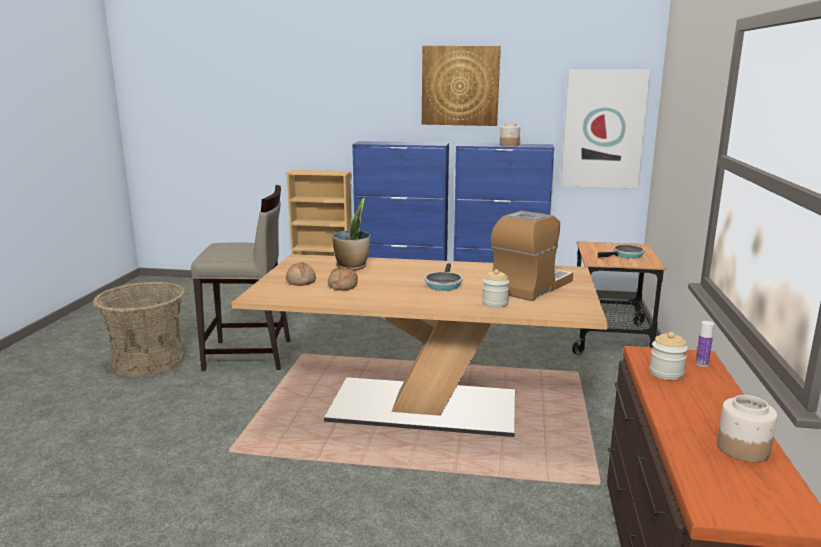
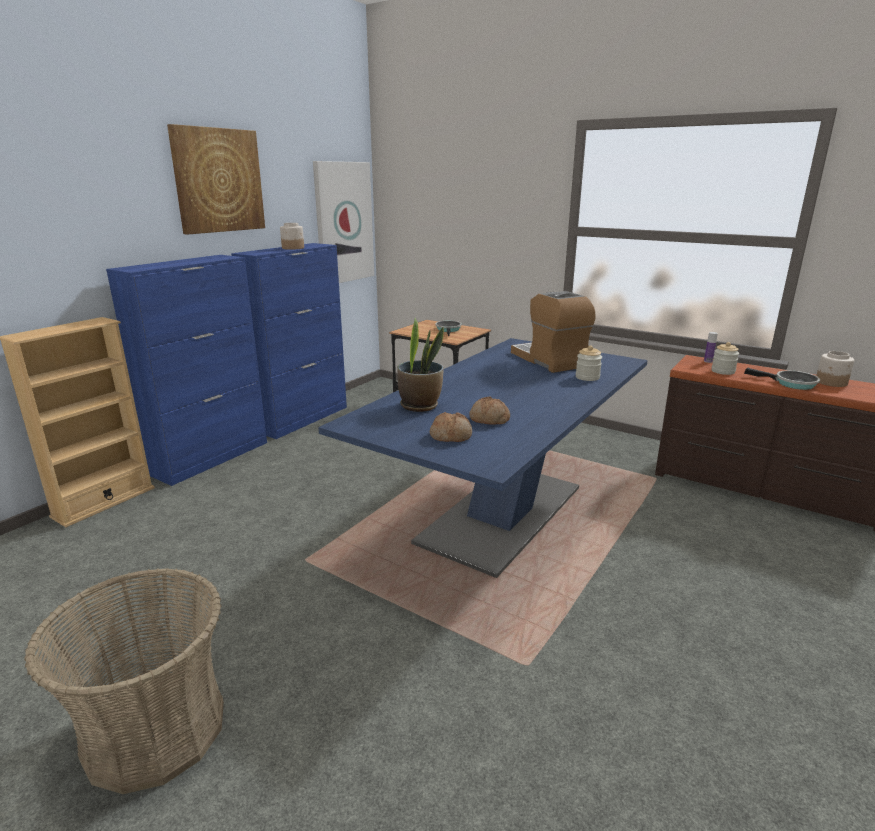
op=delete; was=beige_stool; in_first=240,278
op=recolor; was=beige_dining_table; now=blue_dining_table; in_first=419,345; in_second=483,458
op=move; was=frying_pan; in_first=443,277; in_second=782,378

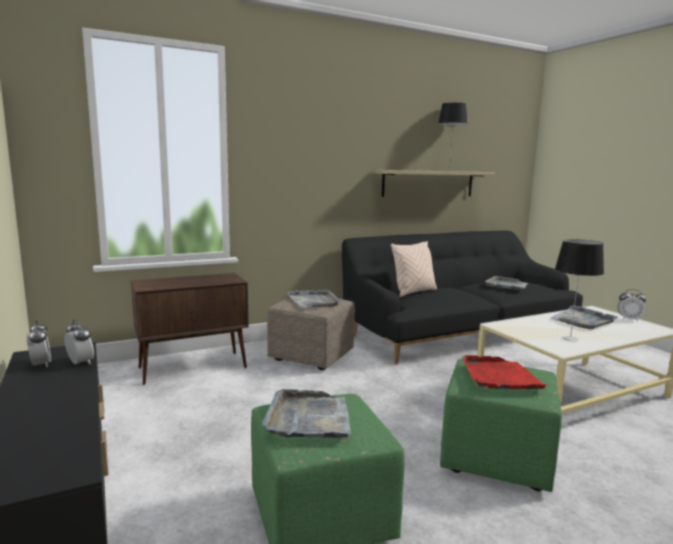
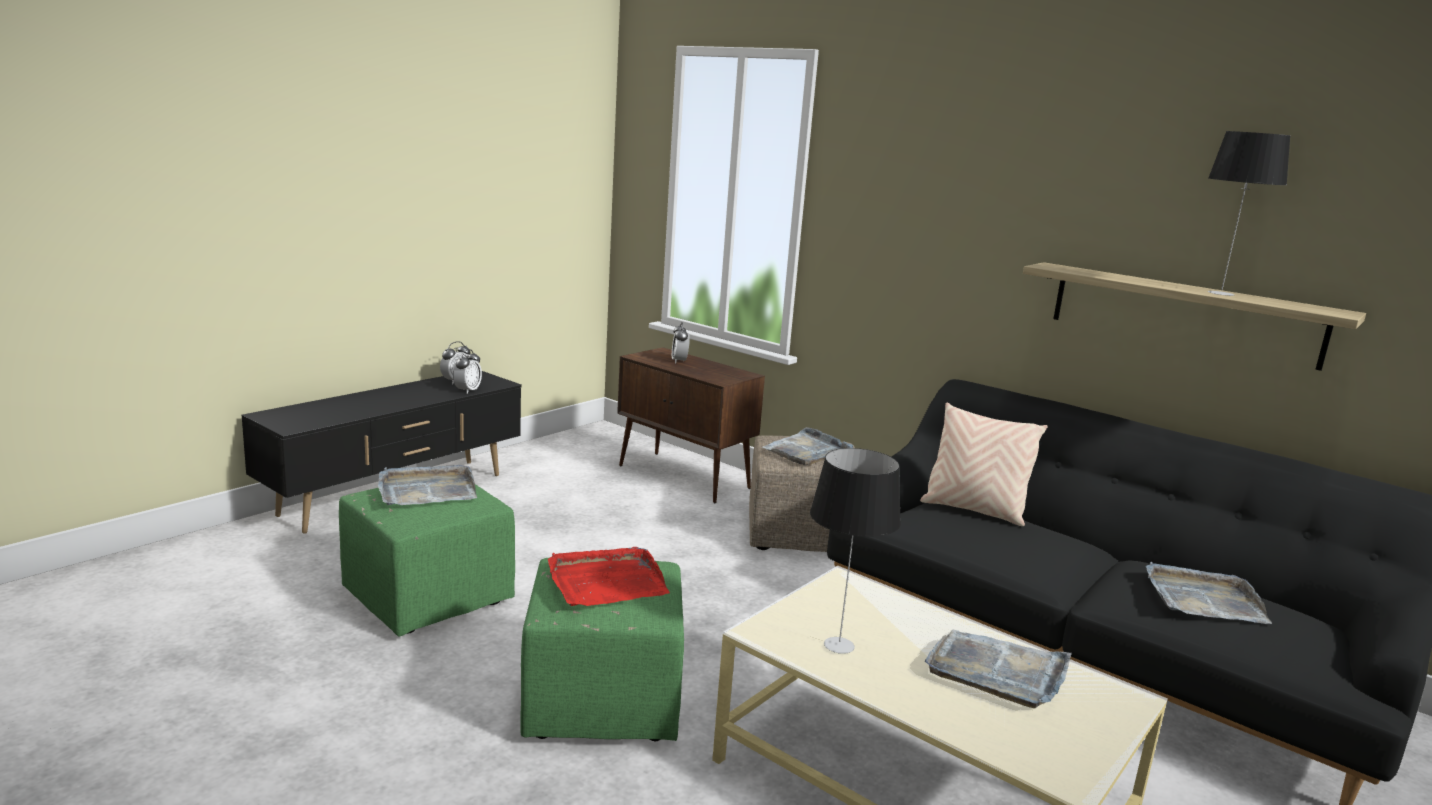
op=move; was=alarm_clock; in_first=631,305; in_second=681,342

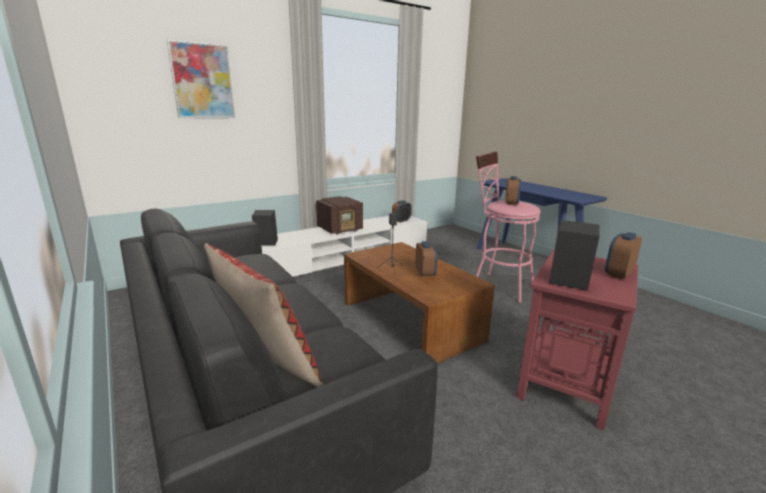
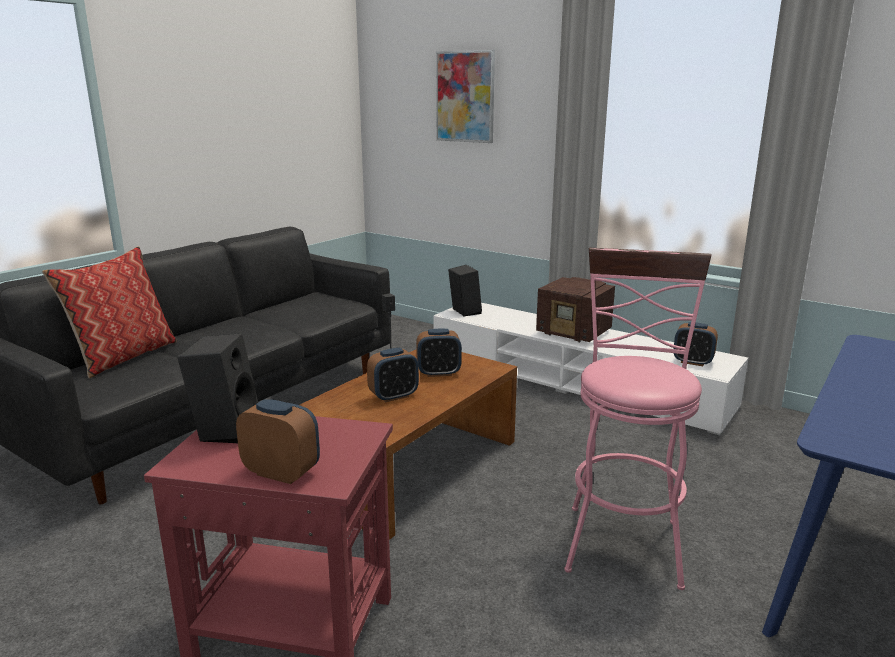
op=move; was=alarm_clock; in_first=513,190; in_second=439,353

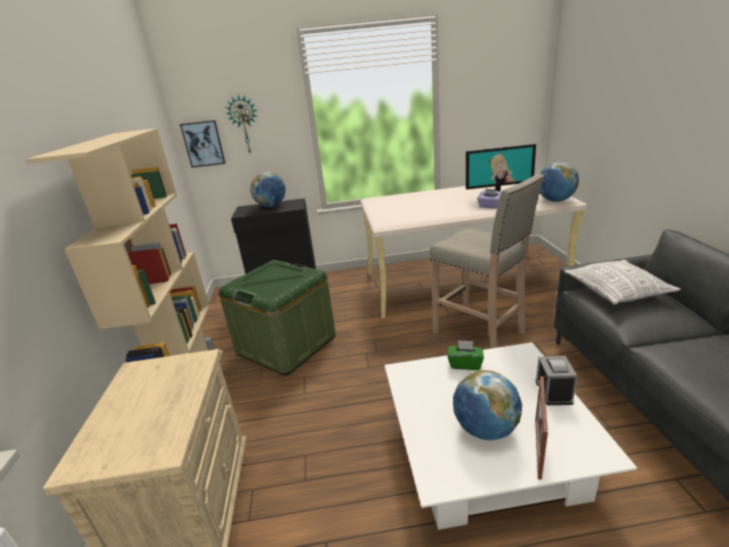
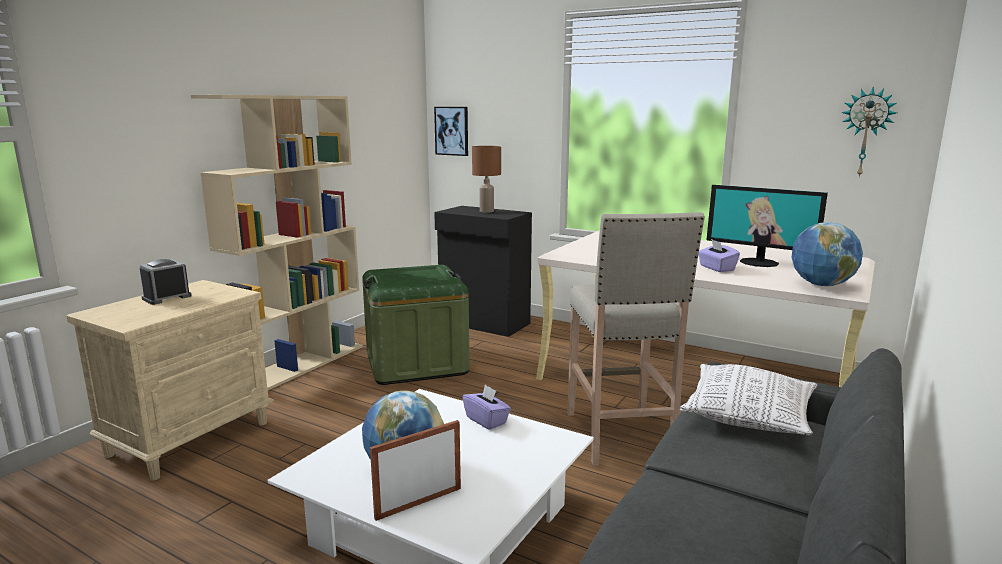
op=move; was=wall_clock; in_first=242,125; in_second=869,132
op=replace; was=globe; now=brown_table_lamp; in_first=268,189; in_second=486,179
op=recolor; was=green_tissue_box; now=purple_tissue_box; in_first=466,355; in_second=486,407
op=move; was=alarm_clock; in_first=556,380; in_second=166,282

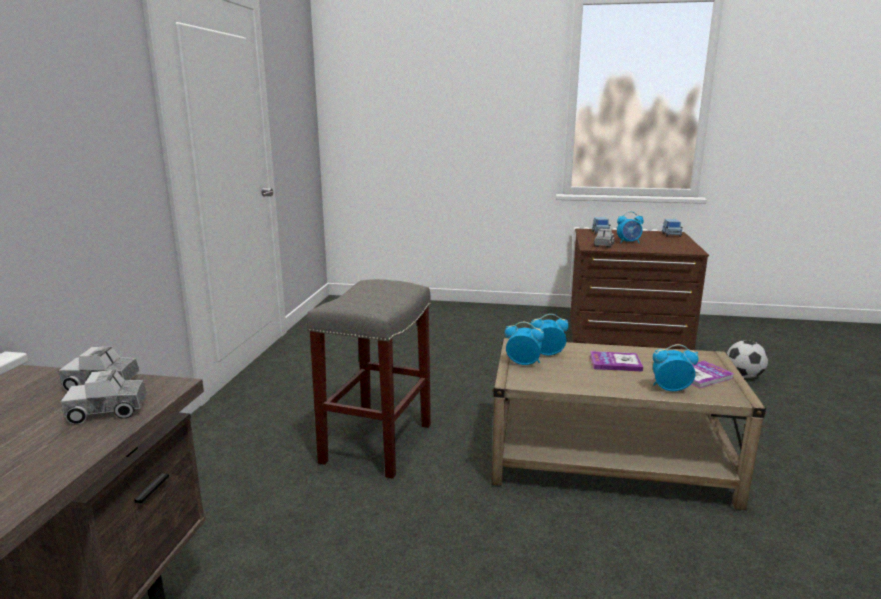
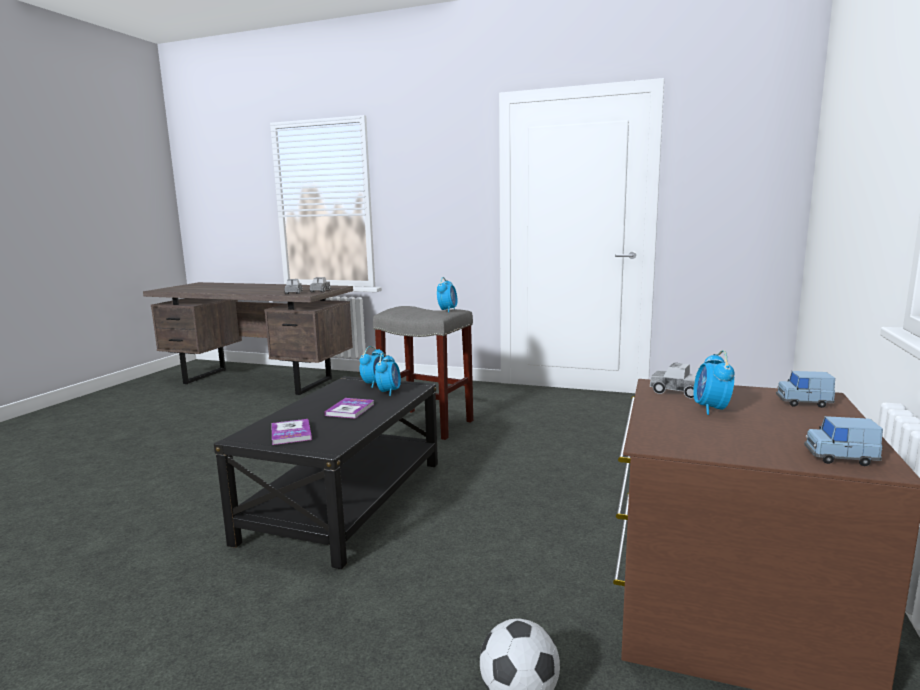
op=recolor; was=beige_coffee_table; now=black_coffee_table; in_first=629,424; in_second=326,472
op=move; was=alarm_clock; in_first=675,367; in_second=447,294

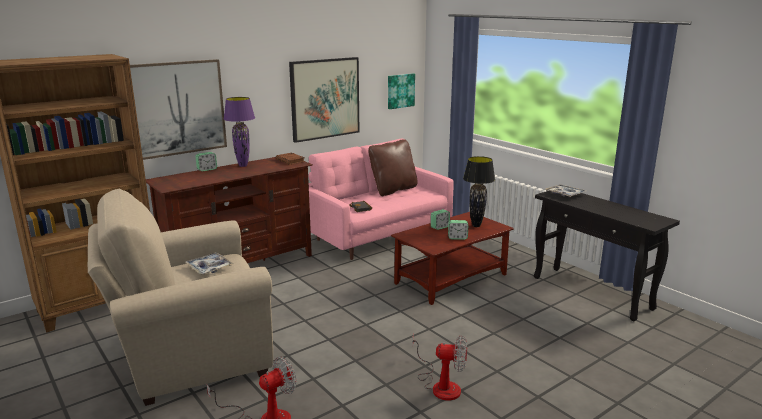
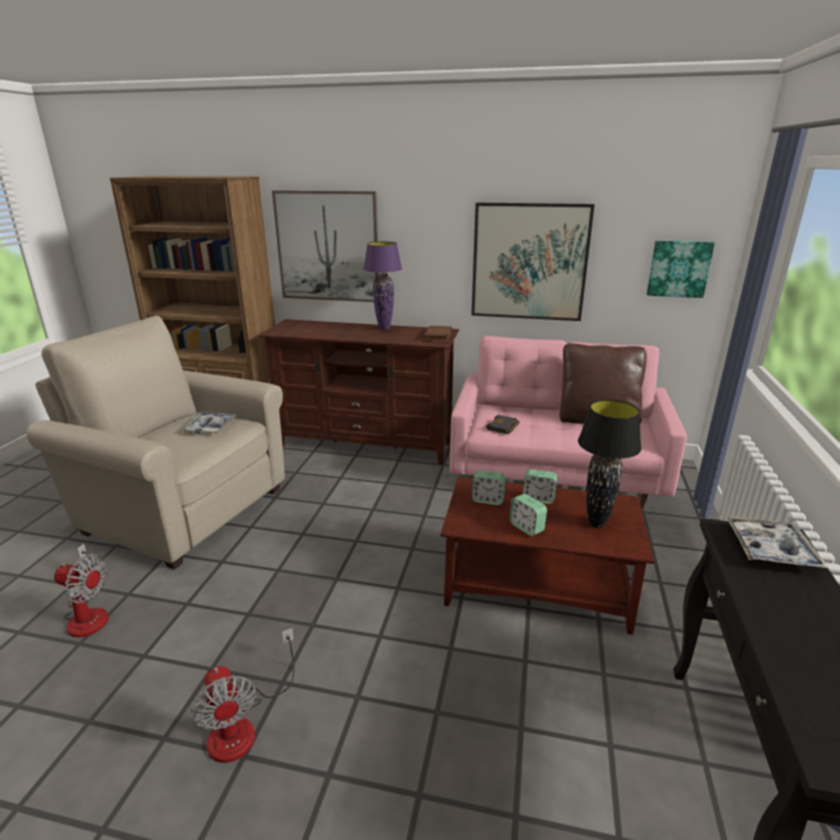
op=move; was=alarm_clock; in_first=206,161; in_second=489,488

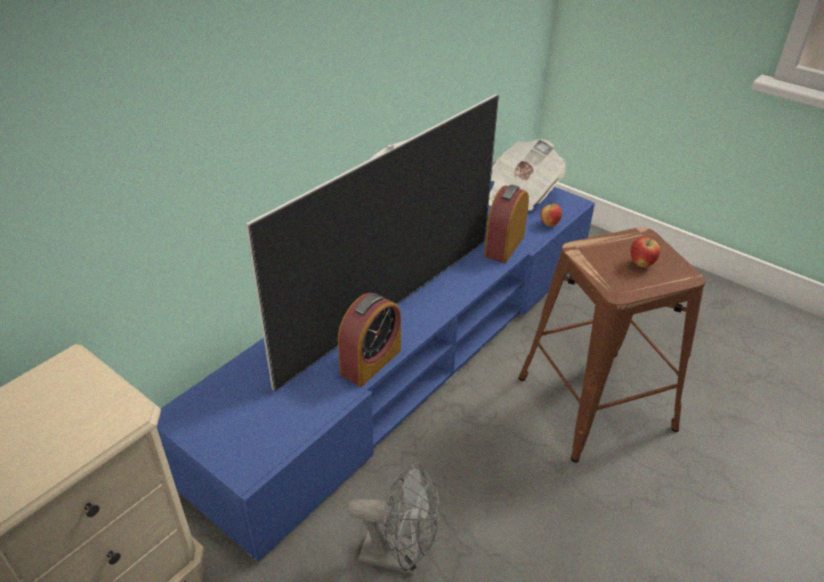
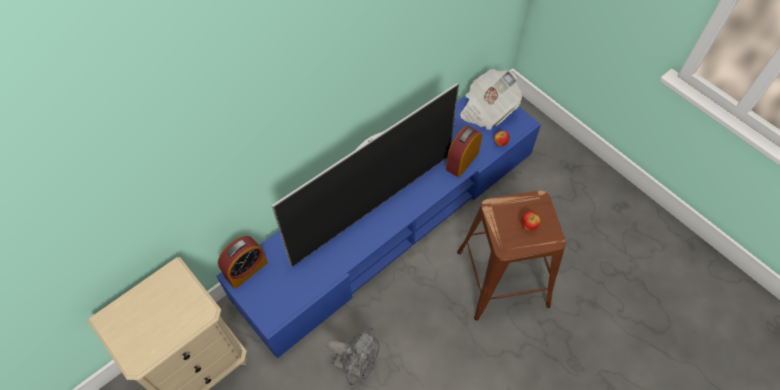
op=move; was=alarm_clock; in_first=369,340; in_second=243,262

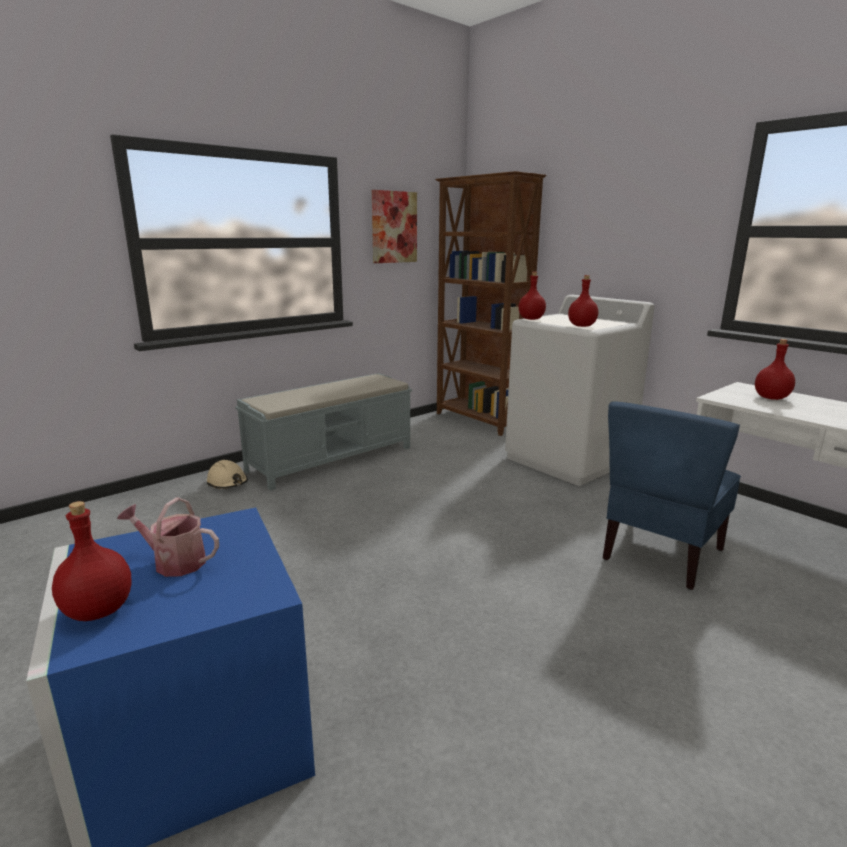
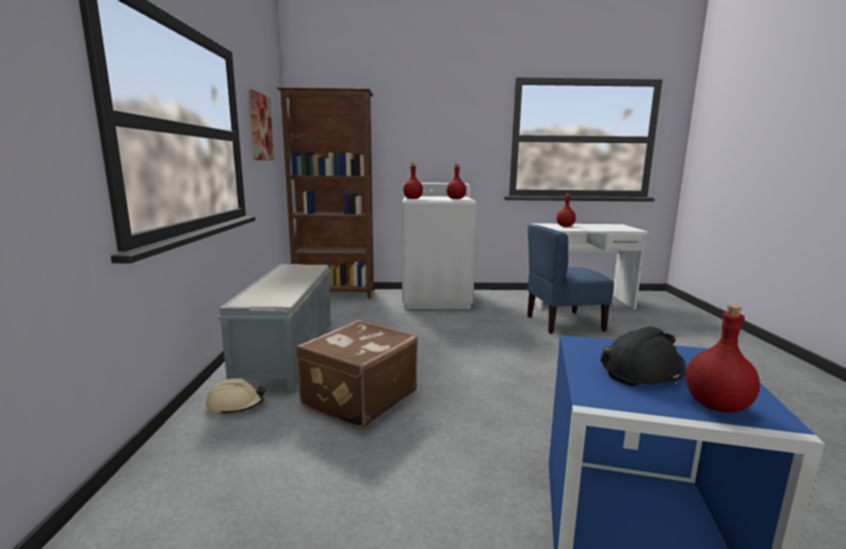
op=replace; was=watering_can; now=black_hard_hat; in_first=168,537; in_second=643,357
op=rotate; was=blue_chair; in_first=672,495; in_second=570,279; clockwise=90
op=insert; now=brown_suitcase; in_second=356,374

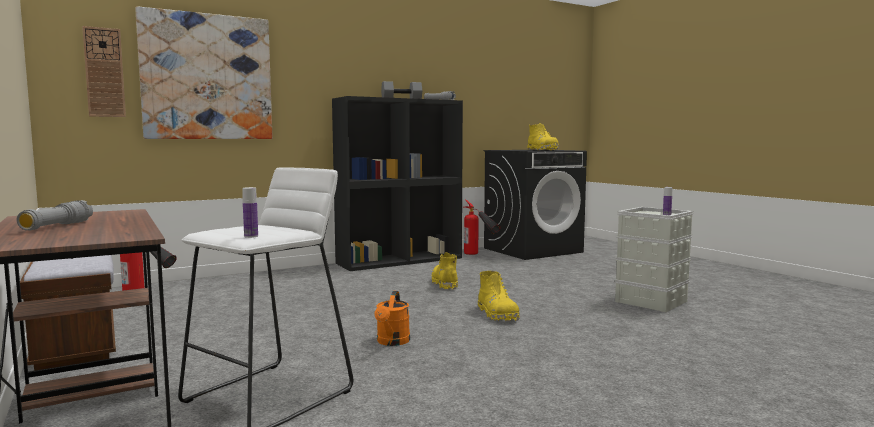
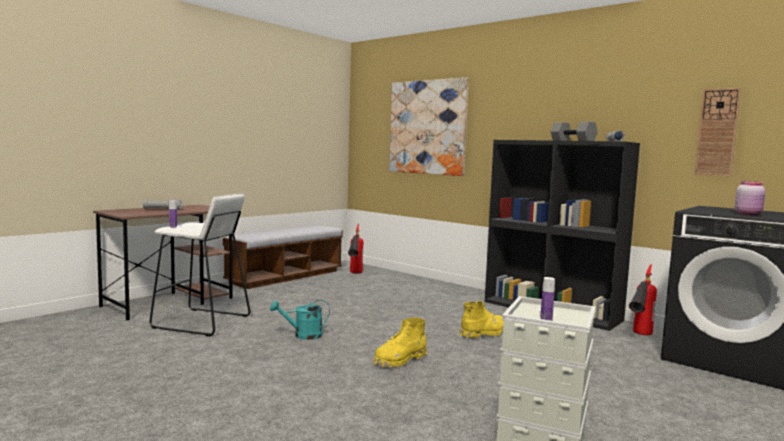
op=move; was=wall_clock; in_first=104,71; in_second=718,132
op=recolor; was=orange_watering_can; now=turquoise_watering_can; in_first=392,318; in_second=300,320
op=replace; was=yellow_boot; now=pink_jar; in_first=543,136; in_second=750,198

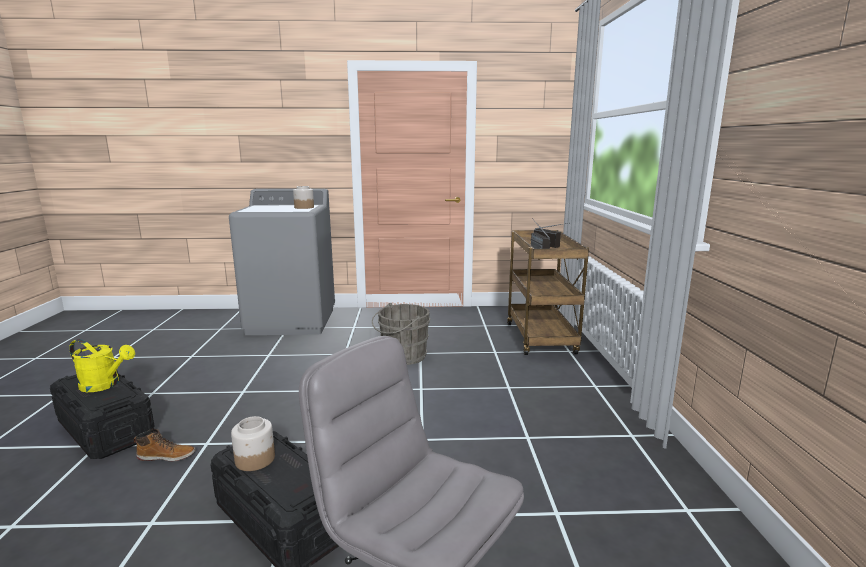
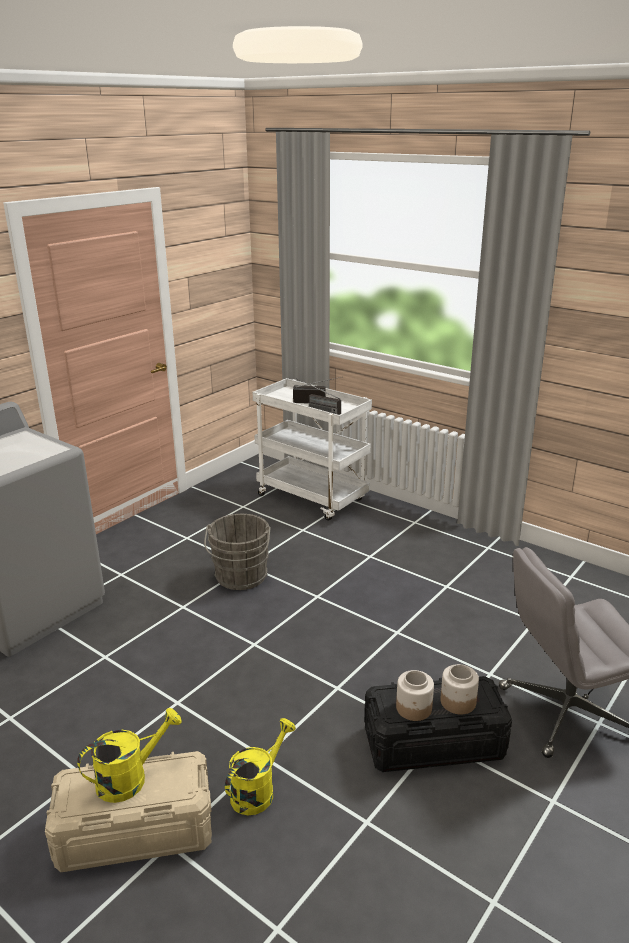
op=recolor; was=black_storage_box; now=beige_storage_box; in_first=102,415; in_second=128,811
op=replace; was=boot; now=yellow_watering_can; in_first=164,445; in_second=260,767
op=move; was=jar; in_first=303,197; in_second=459,689
op=recolor; was=brown_cart; now=white_cart; in_first=548,292; in_second=312,449

